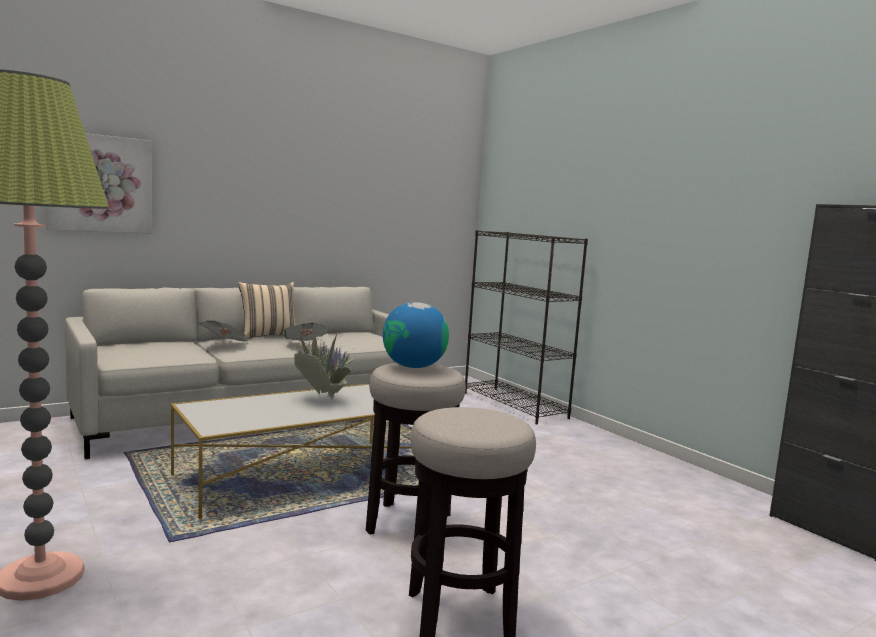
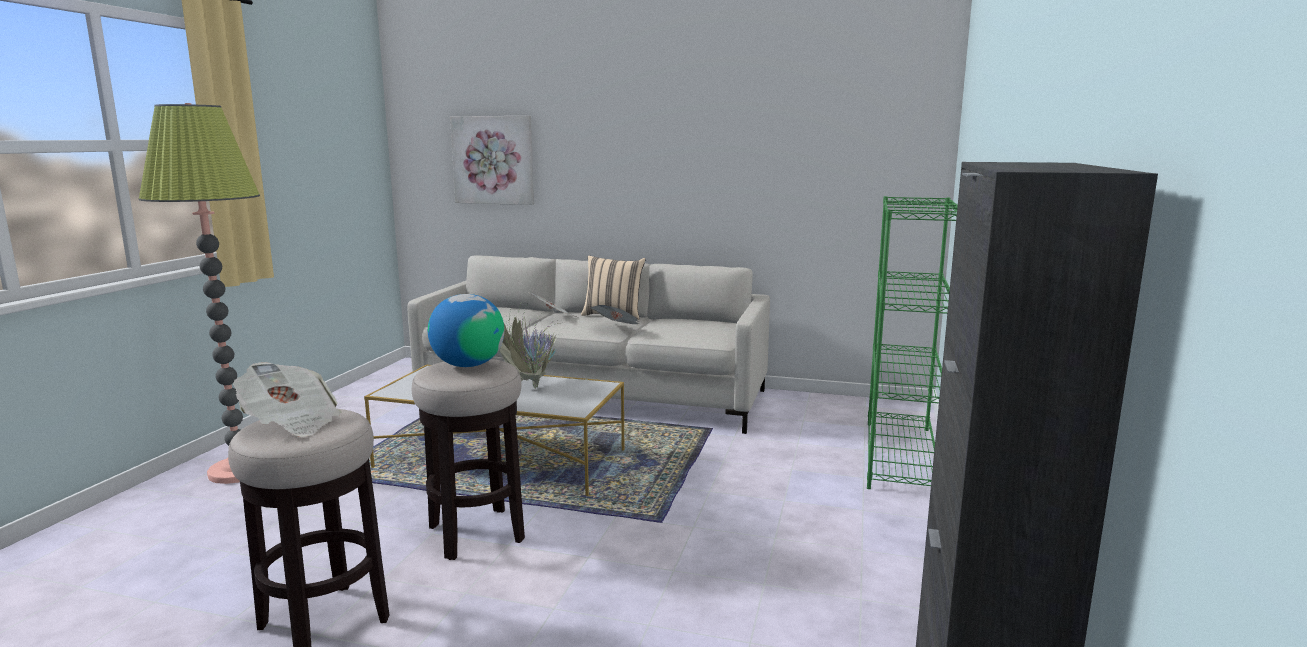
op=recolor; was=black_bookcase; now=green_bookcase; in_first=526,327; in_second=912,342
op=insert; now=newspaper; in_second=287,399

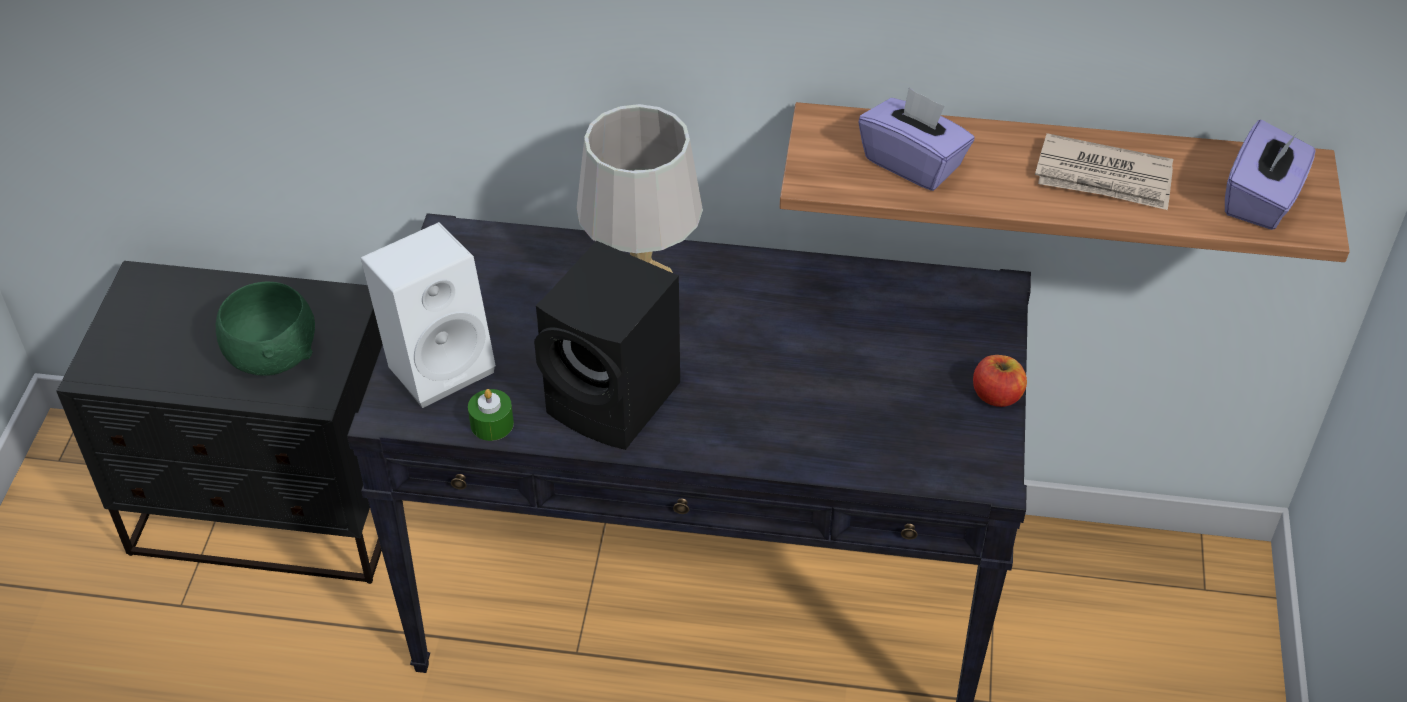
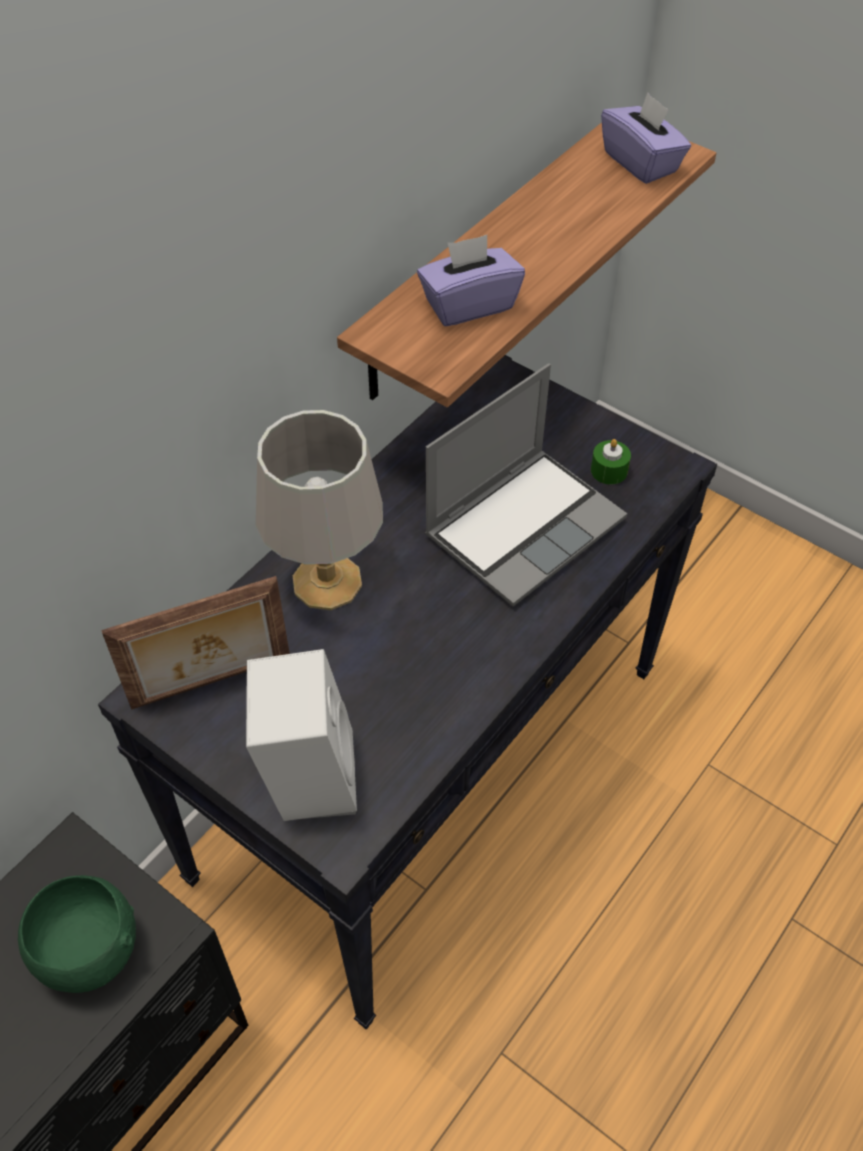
op=move; was=green_candle; in_first=491,415; in_second=611,462
op=delete; was=black_speaker; in_first=607,345
op=delete; was=apple; in_first=1000,381
op=delete; was=newspaper; in_first=1104,171
op=insert; now=picture_frame; in_second=195,643
op=insert; now=laptop; in_second=526,485

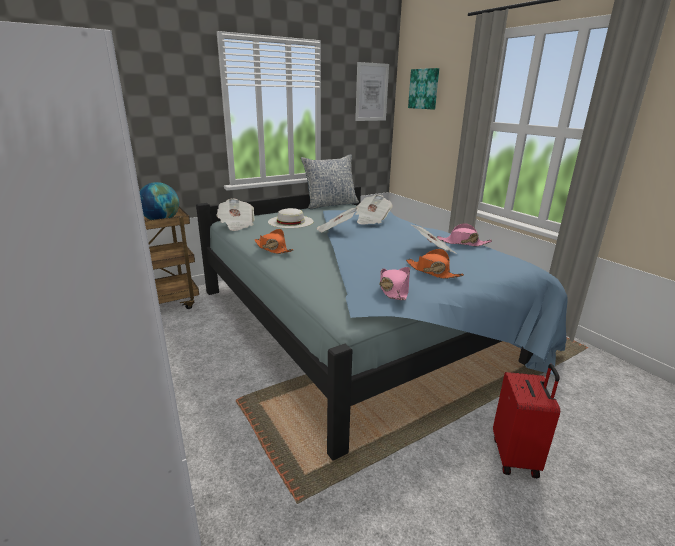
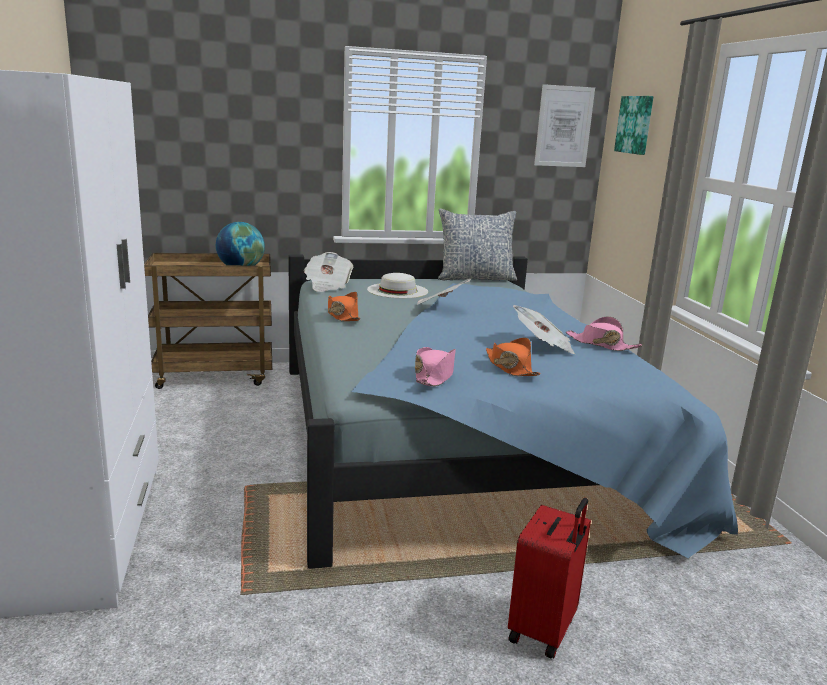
op=delete; was=newspaper; in_first=374,210

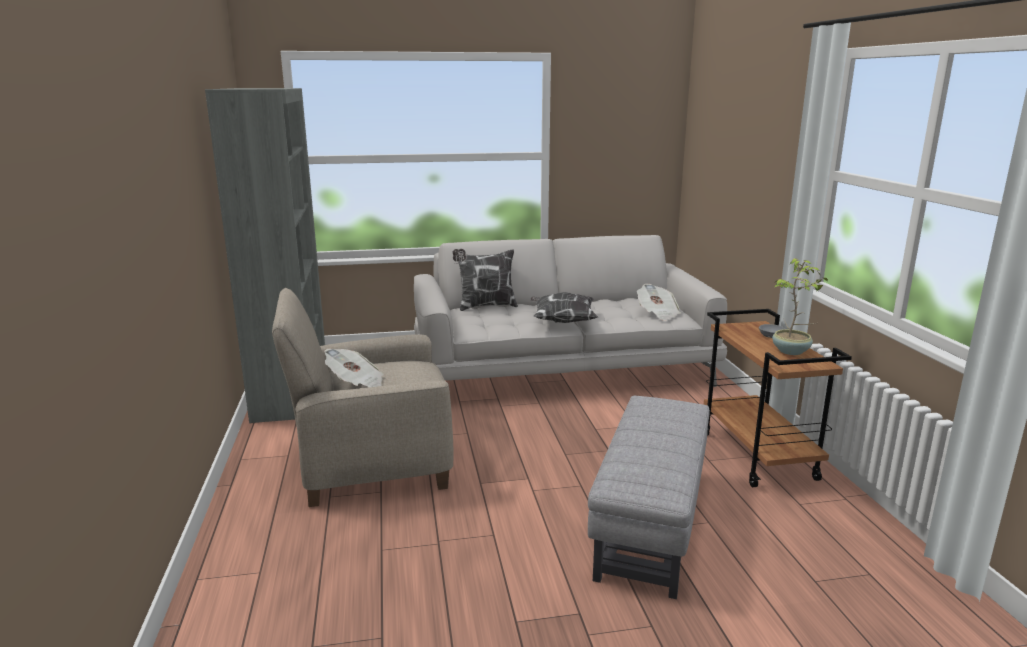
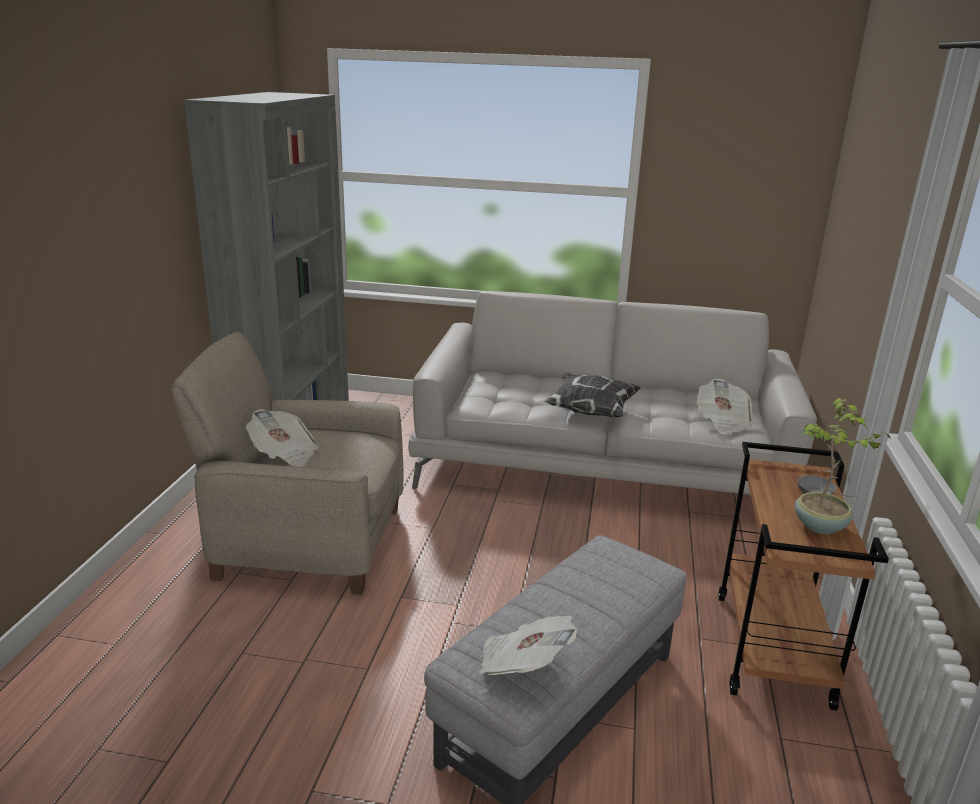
op=delete; was=pillow; in_first=485,280
op=insert; now=newspaper; in_second=528,645

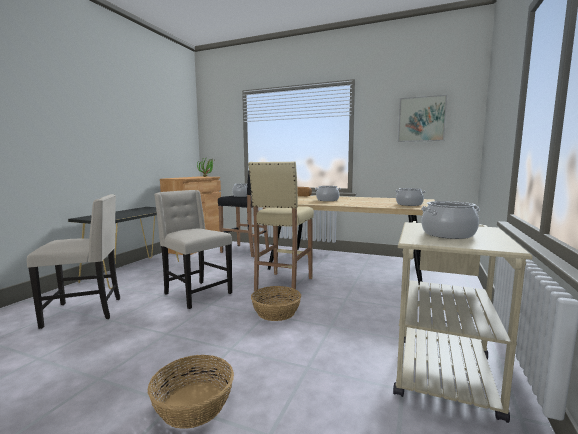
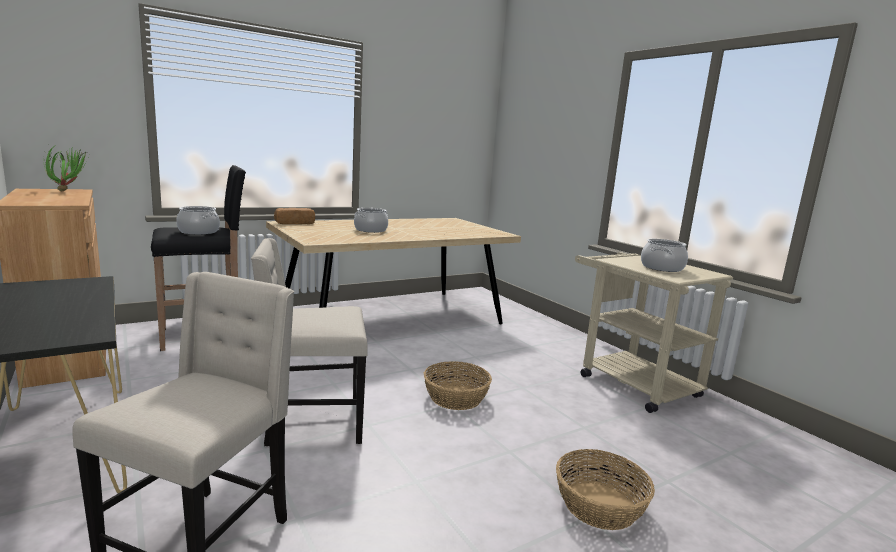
op=delete; was=beige_stool; in_first=281,228
op=delete; was=cooking_pot; in_first=410,197
op=delete; was=picture; in_first=422,118

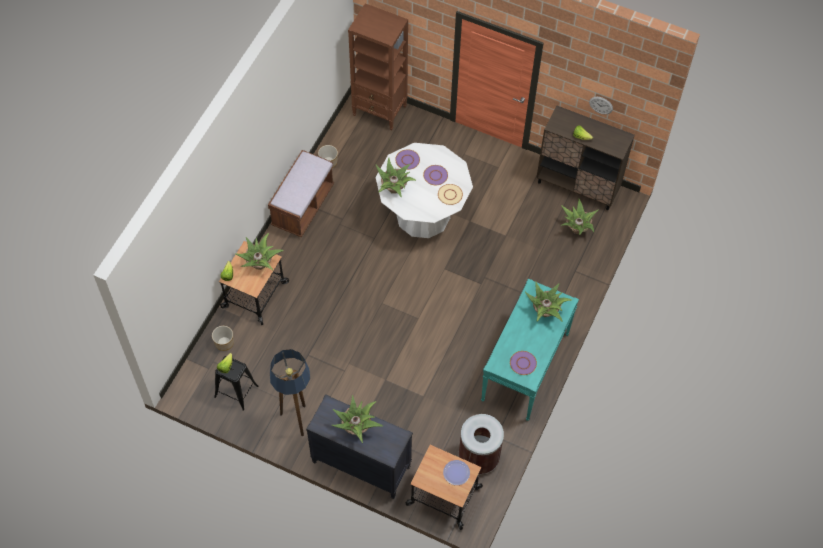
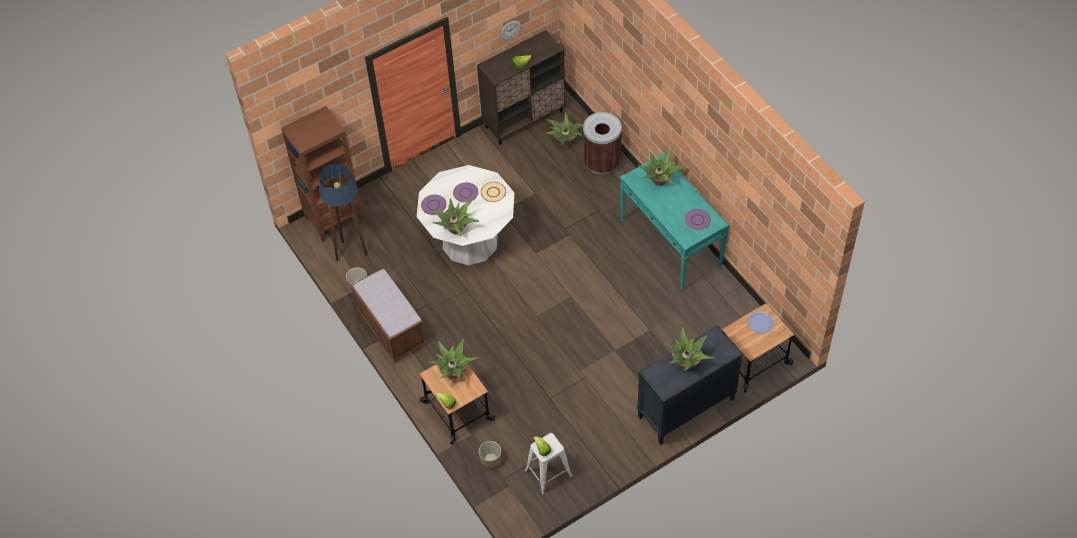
op=recolor; was=black_stool; now=white_stool; in_first=236,383; in_second=548,463
op=move; was=floor_lamp; in_first=290,392; in_second=343,213
op=move; was=brown_trash_can; in_first=481,444; in_second=602,143

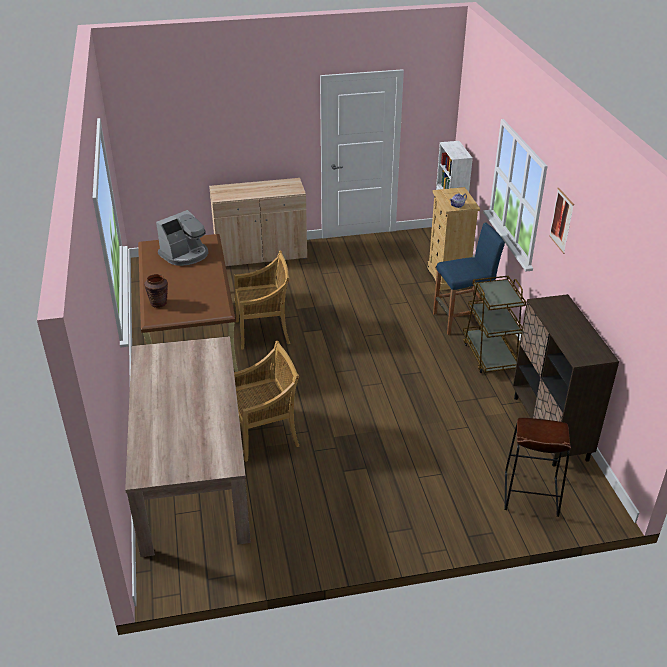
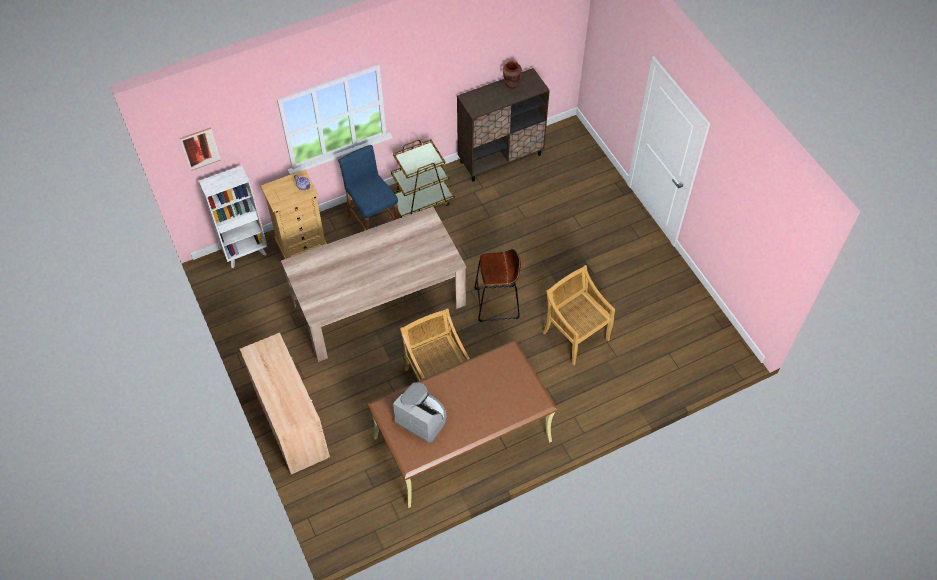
op=move; was=beige_dining_table; in_first=188,446; in_second=373,284
op=move; was=brown_vase; in_first=156,291; in_second=512,75
op=move; was=brown_stool; in_first=538,467; in_second=498,285
op=move; was=picture; in_first=561,221; in_second=200,149

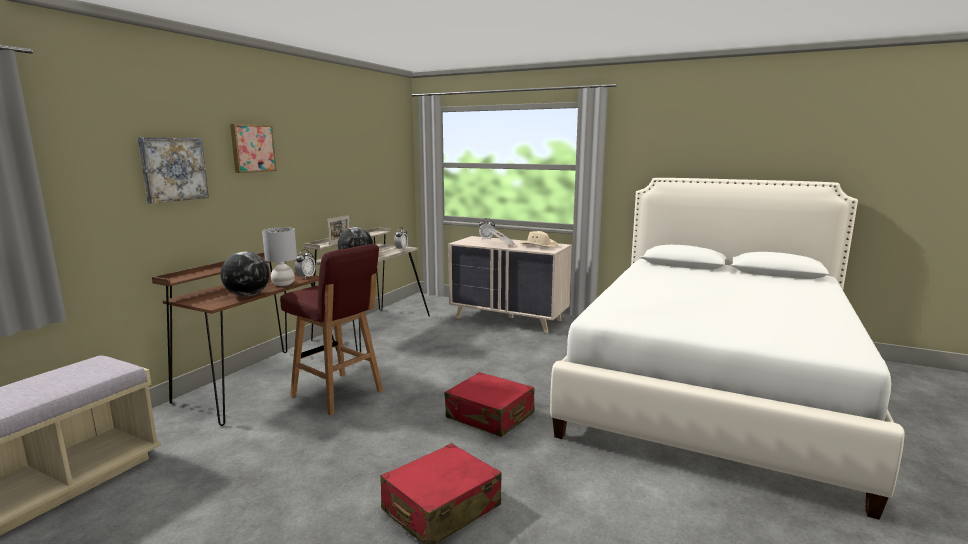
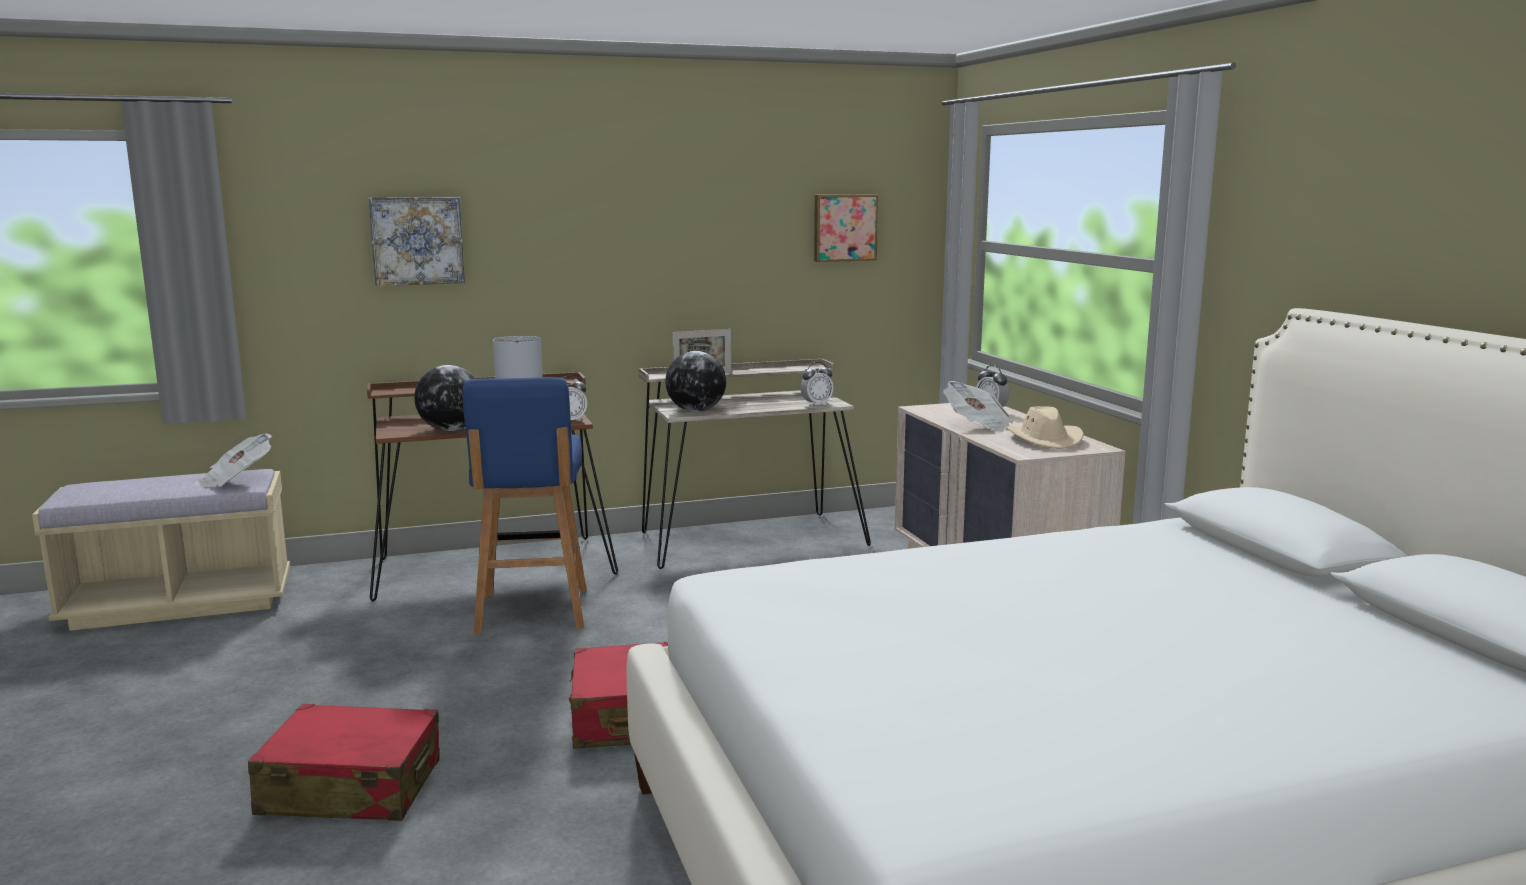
op=move; was=picture; in_first=253,148; in_second=846,228
op=recolor; was=red_stool; now=blue_stool; in_first=331,330; in_second=524,505
op=insert; now=newspaper; in_second=233,460

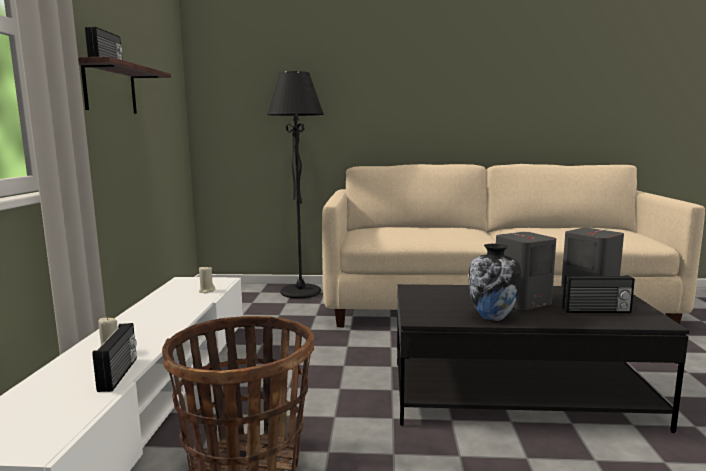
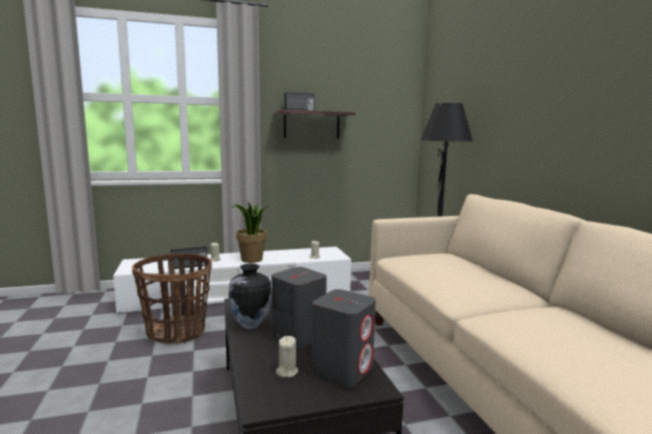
op=replace; was=radio; now=beige_candle; in_first=598,294; in_second=287,357
op=insert; now=potted_plant; in_second=250,232

